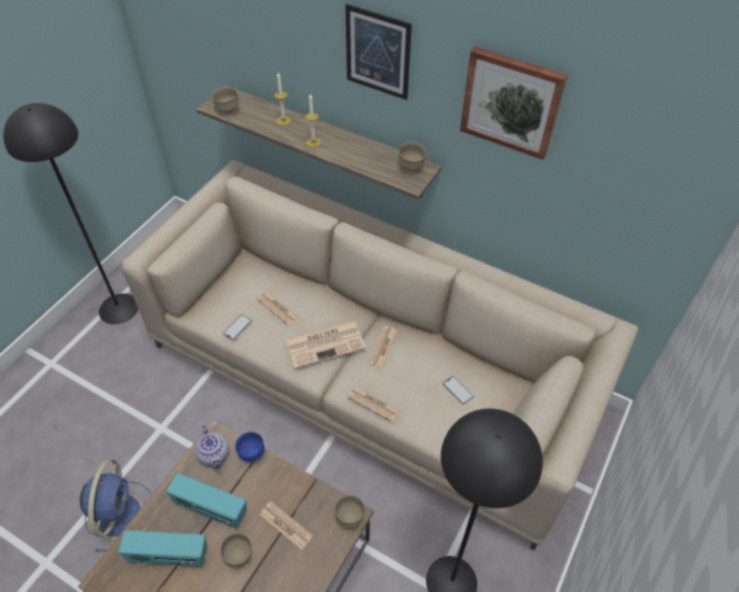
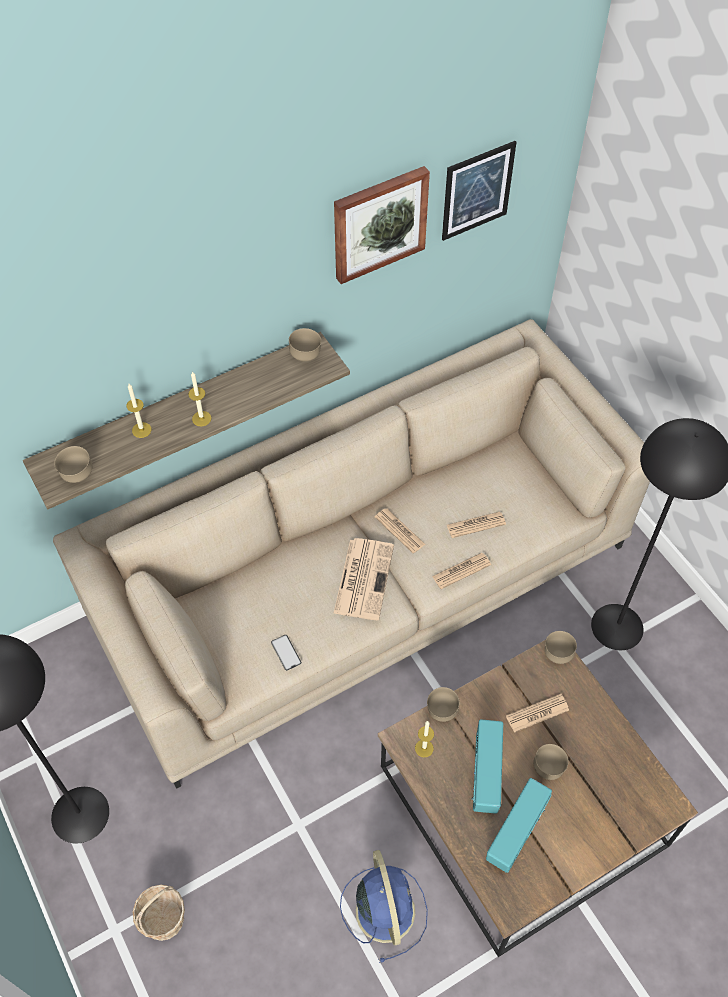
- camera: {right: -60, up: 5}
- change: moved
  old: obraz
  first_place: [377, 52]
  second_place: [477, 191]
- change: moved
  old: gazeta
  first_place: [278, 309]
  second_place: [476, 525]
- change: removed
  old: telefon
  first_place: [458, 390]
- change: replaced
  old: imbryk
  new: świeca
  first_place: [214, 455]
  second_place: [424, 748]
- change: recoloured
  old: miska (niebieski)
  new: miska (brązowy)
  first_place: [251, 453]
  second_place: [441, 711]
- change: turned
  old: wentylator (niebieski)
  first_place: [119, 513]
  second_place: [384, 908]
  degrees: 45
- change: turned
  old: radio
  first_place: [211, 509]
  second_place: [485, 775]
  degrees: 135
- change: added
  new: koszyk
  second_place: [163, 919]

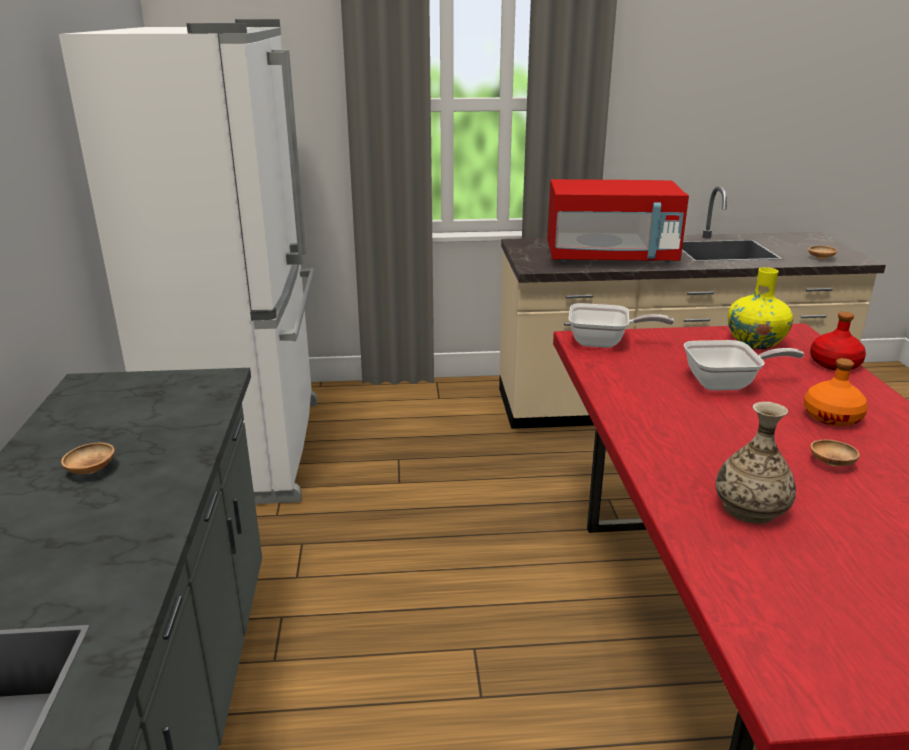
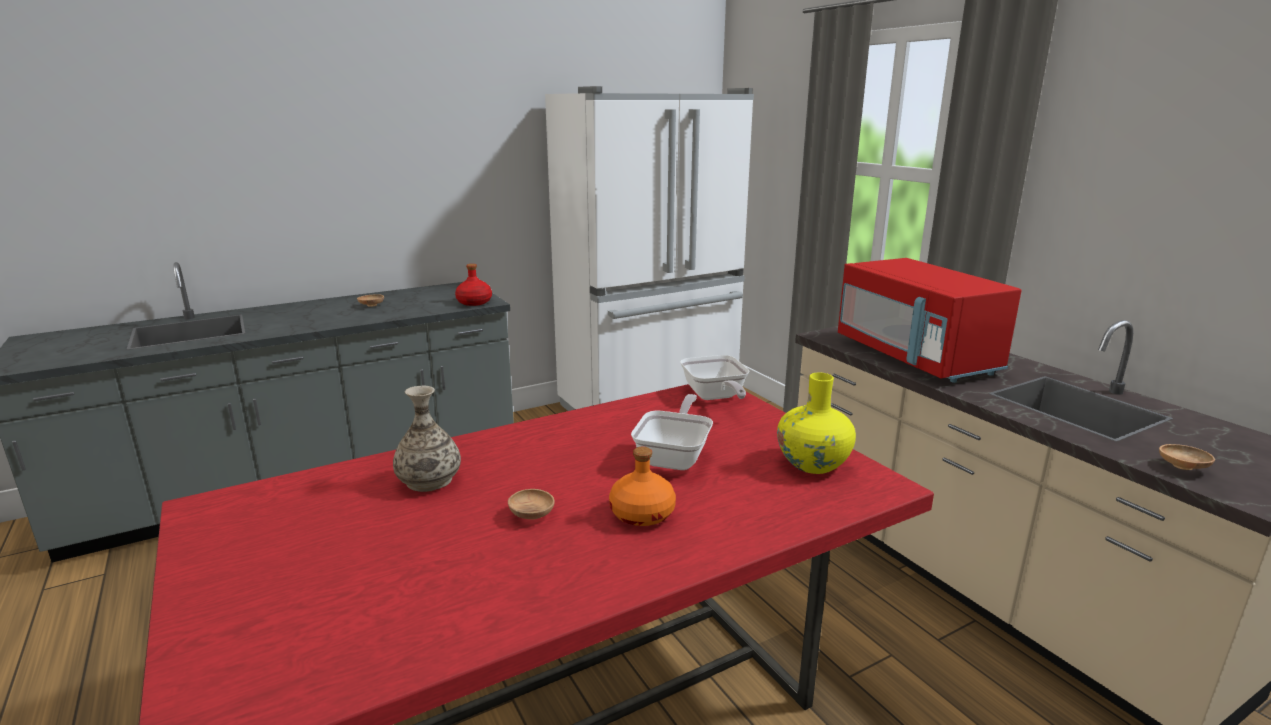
- camera: {right: 65, up: -5}
- change: moved
  old: butelka (czerwony)
  first_place: [834, 364]
  second_place: [474, 302]
- change: turned
  old: patelnia
  first_place: [727, 384]
  second_place: [675, 456]
  degrees: -135

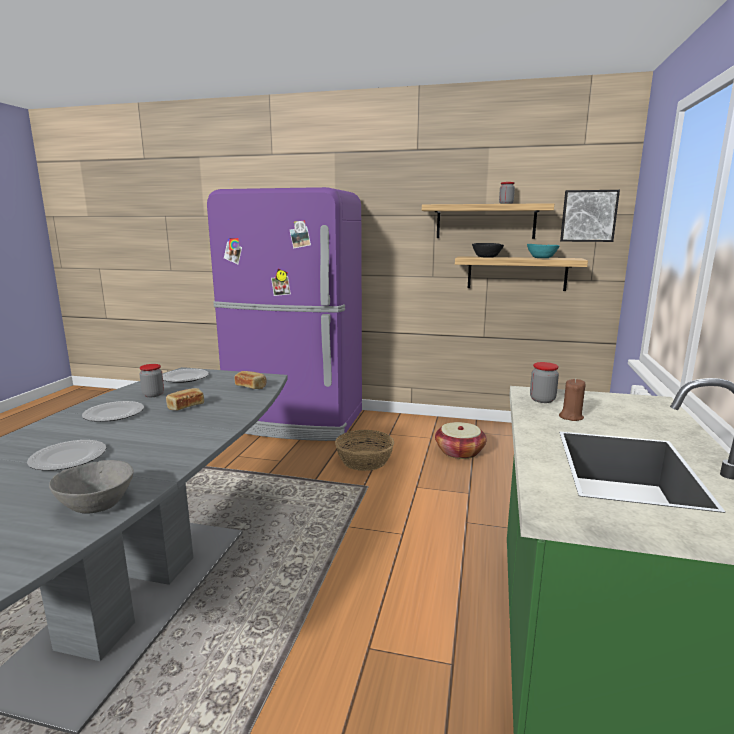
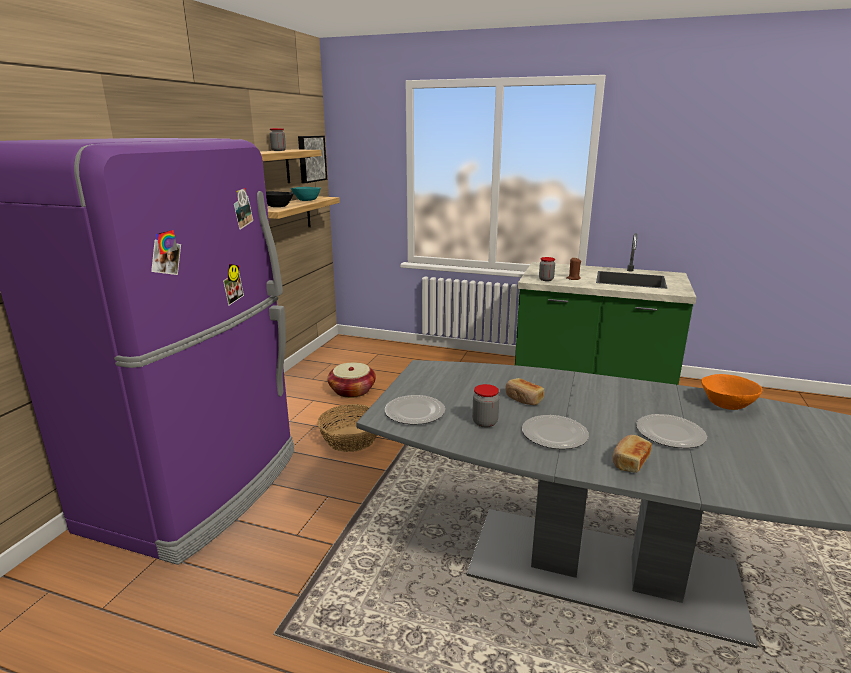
- camera: {right: -85, up: 5}
- change: moved
  old: chleb
  first_place: [251, 386]
  second_place: [629, 462]
- change: recoloured
  old: miska (szary)
  new: miska (pomarańczowy)
  first_place: [98, 504]
  second_place: [726, 404]

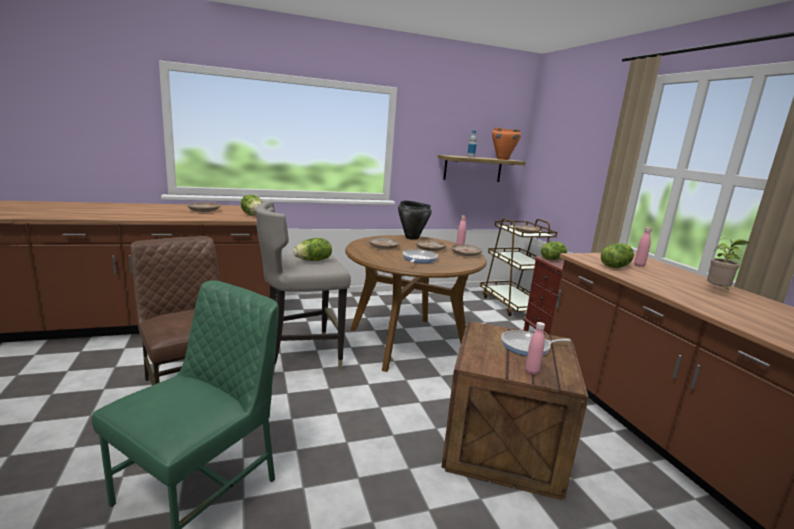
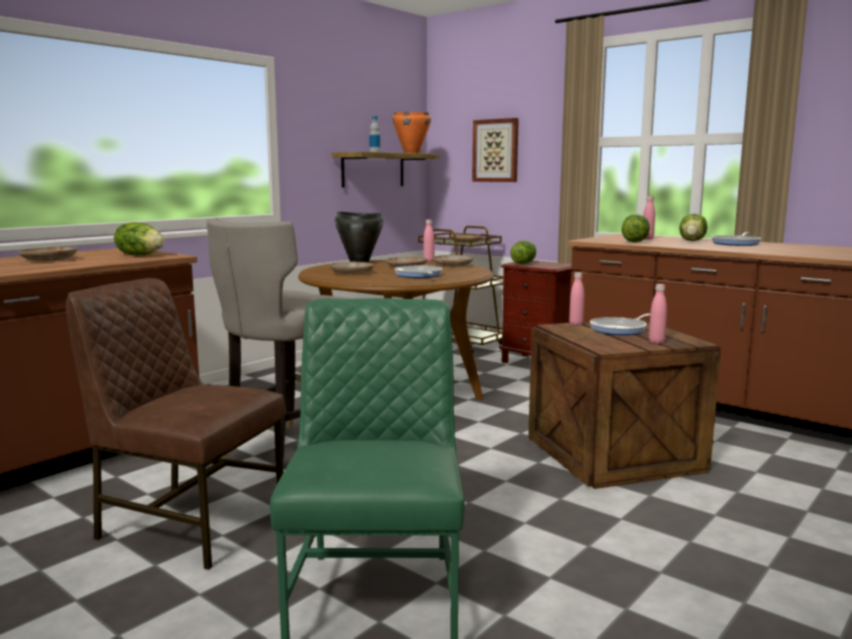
- camera: {right: -30, up: -5}
- change: moved
  old: sałata
  first_place: [313, 260]
  second_place: [692, 241]
- change: replaced
  old: roślina doniczkowa
  new: patelnia
  first_place: [718, 291]
  second_place: [736, 243]
- change: added
  new: obraz
  second_place: [496, 150]
- change: added
  new: butelka (różowy)
  second_place: [576, 324]

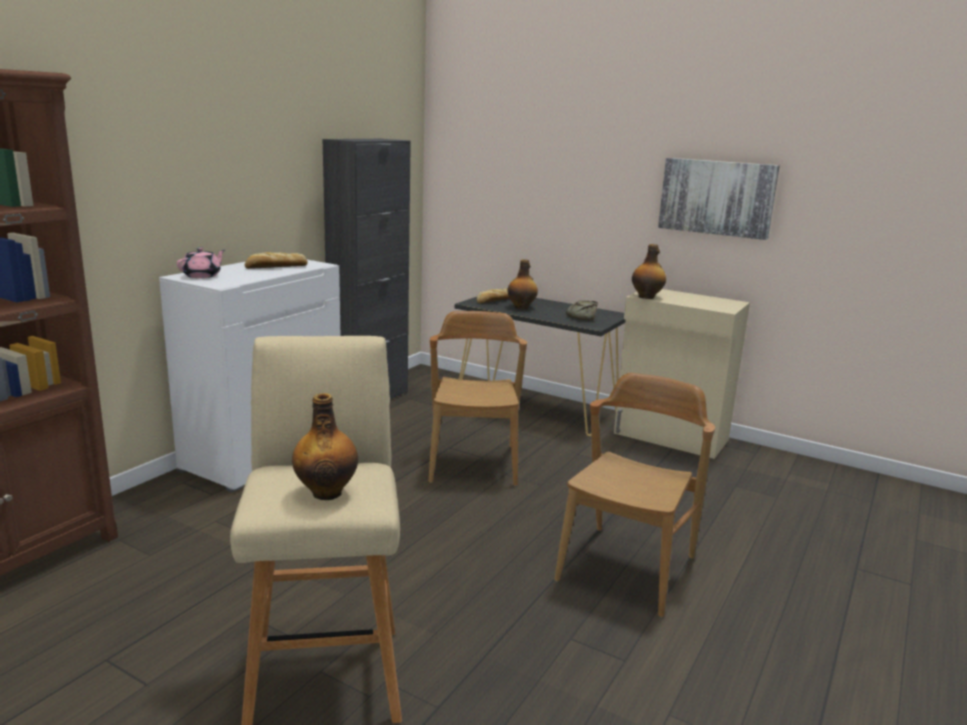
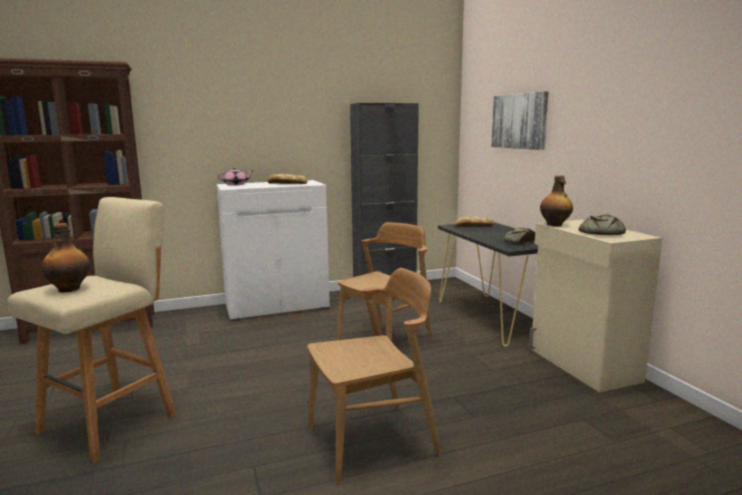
- camera: {right: 40, up: -5}
- change: moved
  old: obraz
  first_place: [717, 197]
  second_place: [519, 121]
- change: removed
  old: butelka
  first_place: [521, 307]
- change: added
  new: chleb
  second_place: [600, 233]

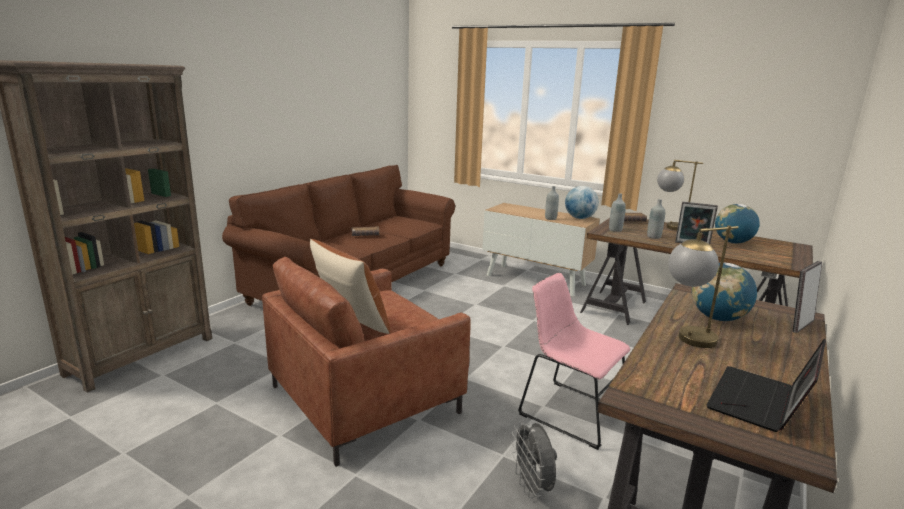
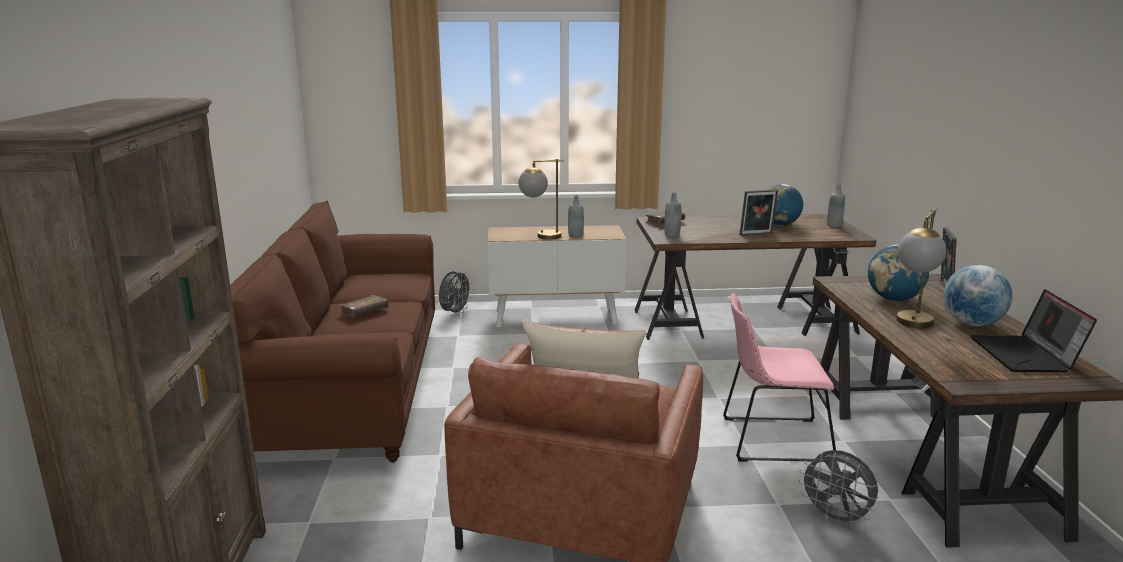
- camera: {right: -35, up: 0}
- change: moved
  old: lampa stołowa
  first_place: [669, 226]
  second_place: [540, 236]
- change: moved
  old: globus
  first_place: [579, 218]
  second_place: [972, 324]
- change: moved
  old: butelka (szary)
  first_place: [653, 237]
  second_place: [834, 225]
- change: added
  new: wentylator (szary)
  second_place: [455, 313]

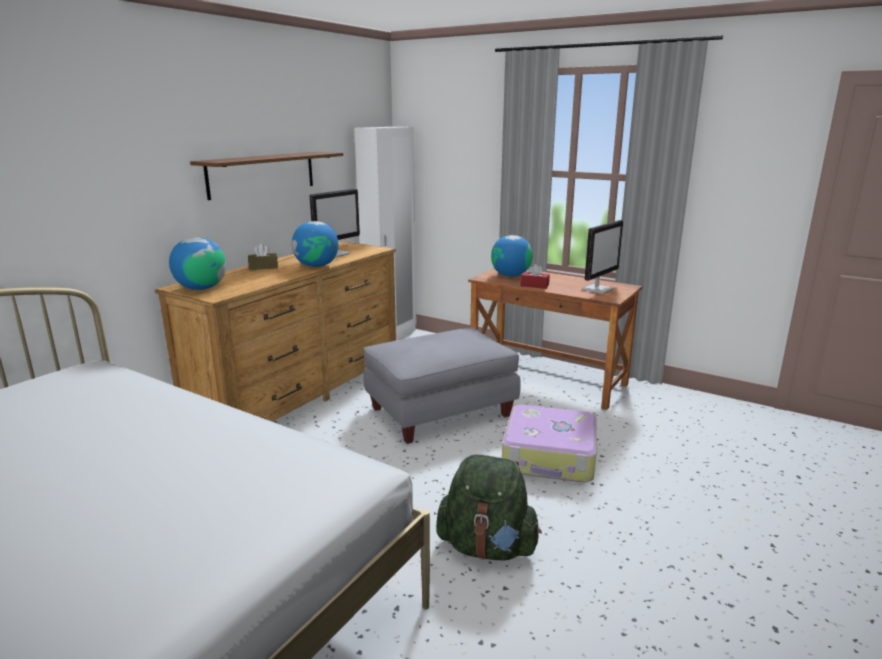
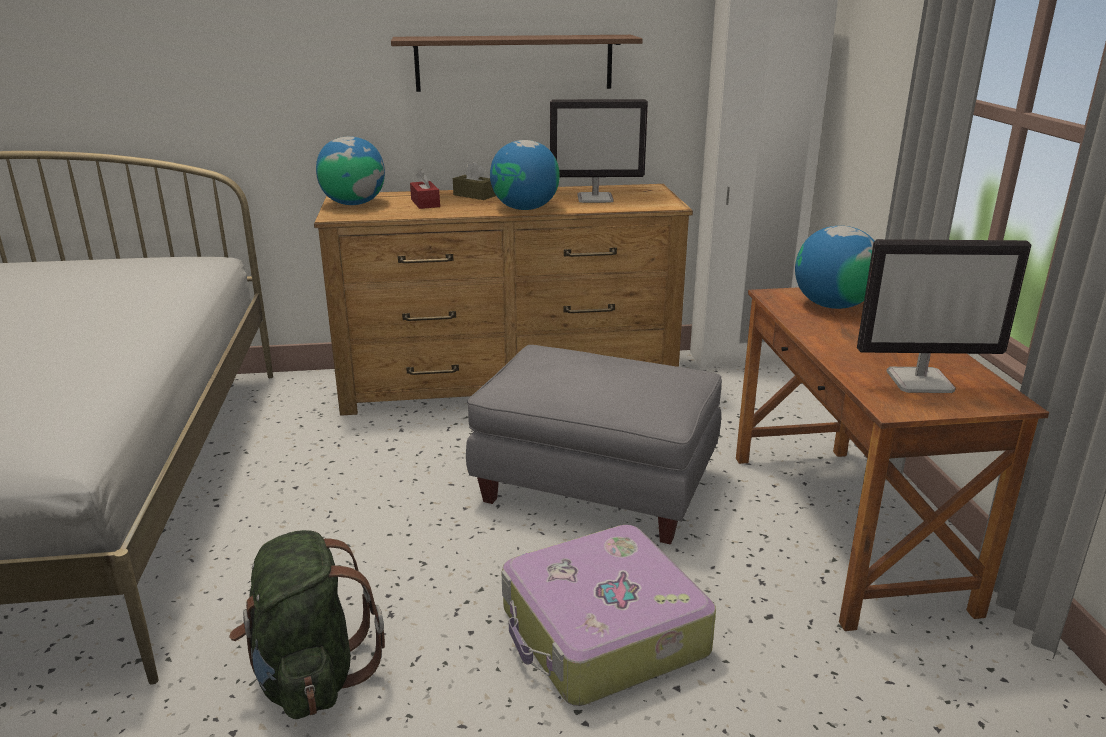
- camera: {right: 50, up: 5}
- change: moved
  old: pudełko chusteczek (czerwony)
  first_place: [534, 285]
  second_place: [425, 203]

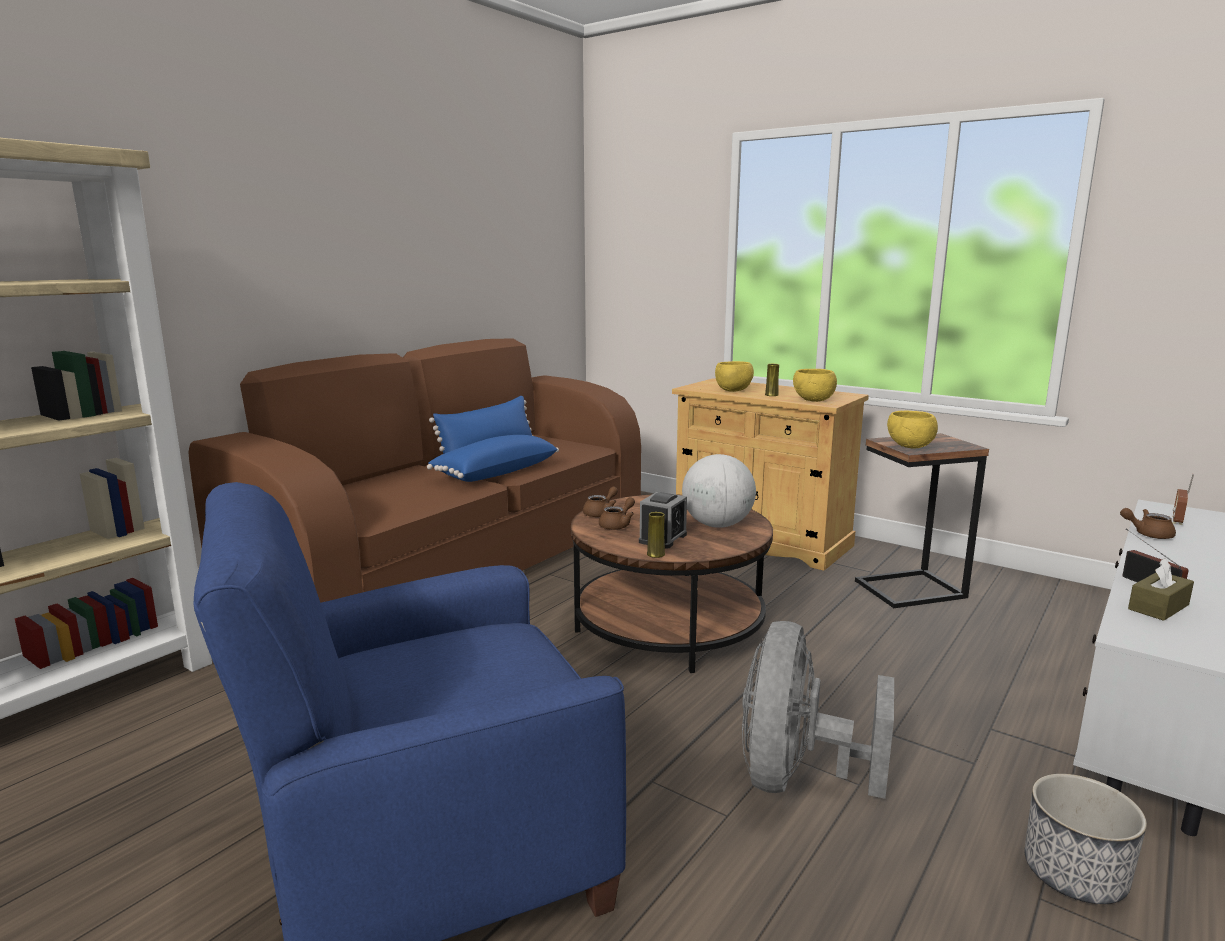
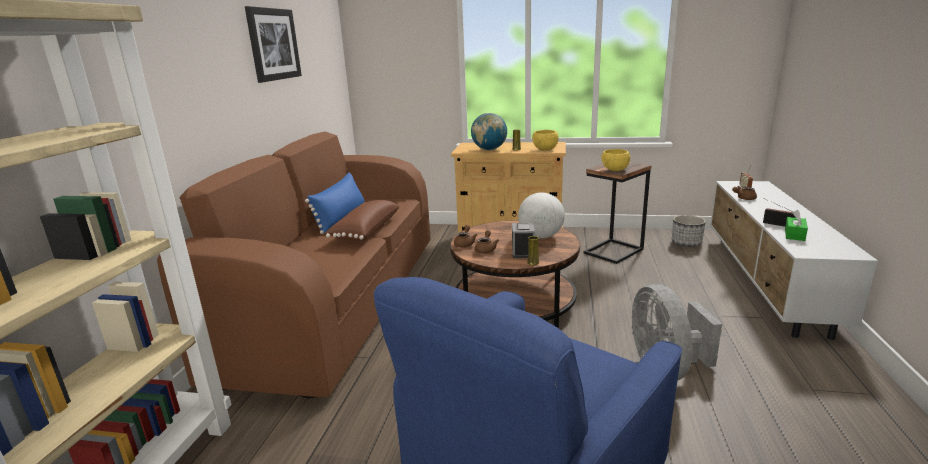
- camera: {right: -25, up: 5}
- change: replaced
  old: miska (żółty)
  new: globus
  first_place: [732, 390]
  second_place: [489, 149]
- change: recoloured
  old: poduszka (niebieski)
  new: poduszka (brązowy)
  first_place: [494, 473]
  second_place: [365, 231]
- change: recoloured
  old: pudełko chusteczek (brązowy)
  new: pudełko chusteczek (zielony)
  first_place: [1158, 607]
  second_place: [794, 234]
- change: moved
  old: donica
  first_place: [1075, 874]
  second_place: [686, 243]
- change: added
  new: obraz
  second_place: [273, 44]

